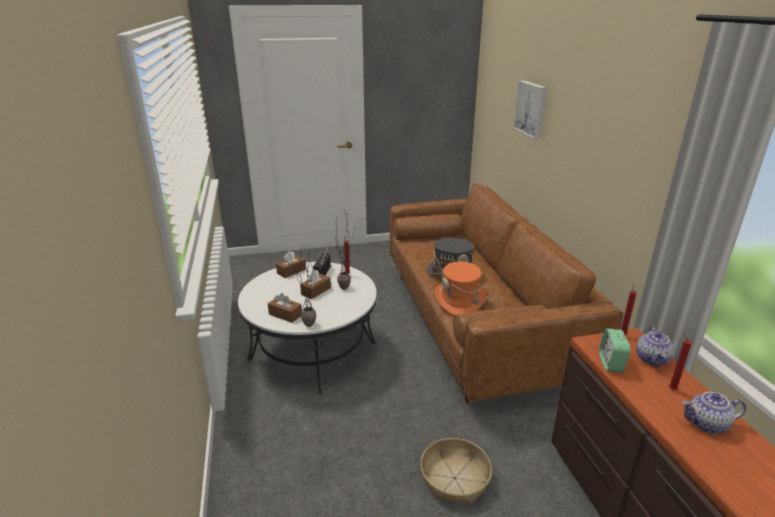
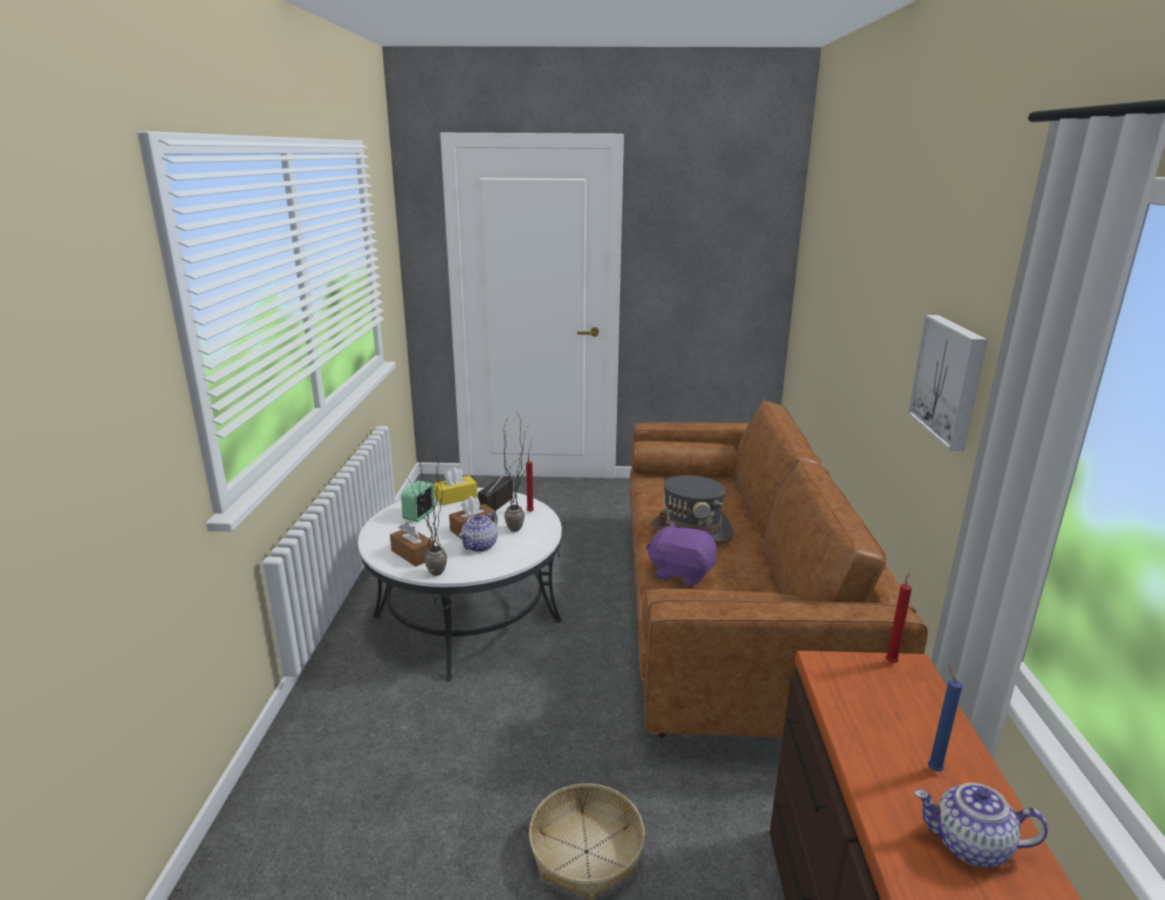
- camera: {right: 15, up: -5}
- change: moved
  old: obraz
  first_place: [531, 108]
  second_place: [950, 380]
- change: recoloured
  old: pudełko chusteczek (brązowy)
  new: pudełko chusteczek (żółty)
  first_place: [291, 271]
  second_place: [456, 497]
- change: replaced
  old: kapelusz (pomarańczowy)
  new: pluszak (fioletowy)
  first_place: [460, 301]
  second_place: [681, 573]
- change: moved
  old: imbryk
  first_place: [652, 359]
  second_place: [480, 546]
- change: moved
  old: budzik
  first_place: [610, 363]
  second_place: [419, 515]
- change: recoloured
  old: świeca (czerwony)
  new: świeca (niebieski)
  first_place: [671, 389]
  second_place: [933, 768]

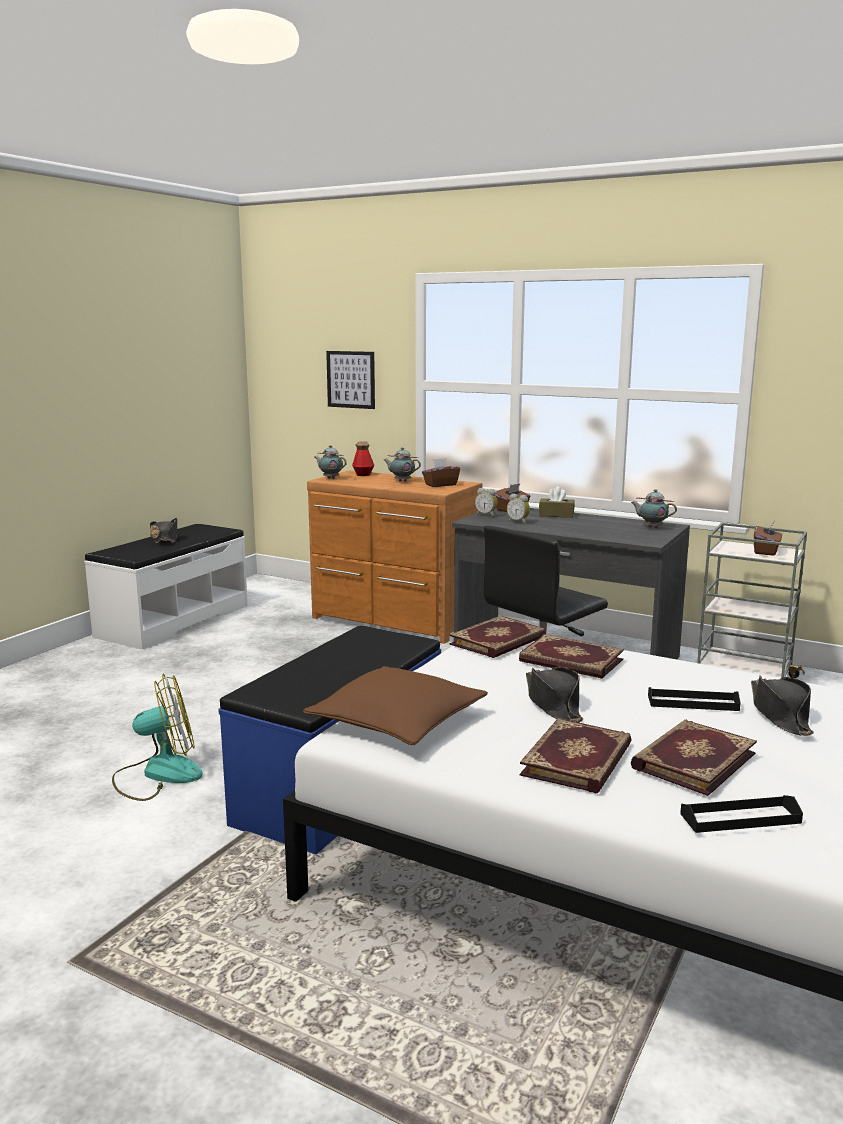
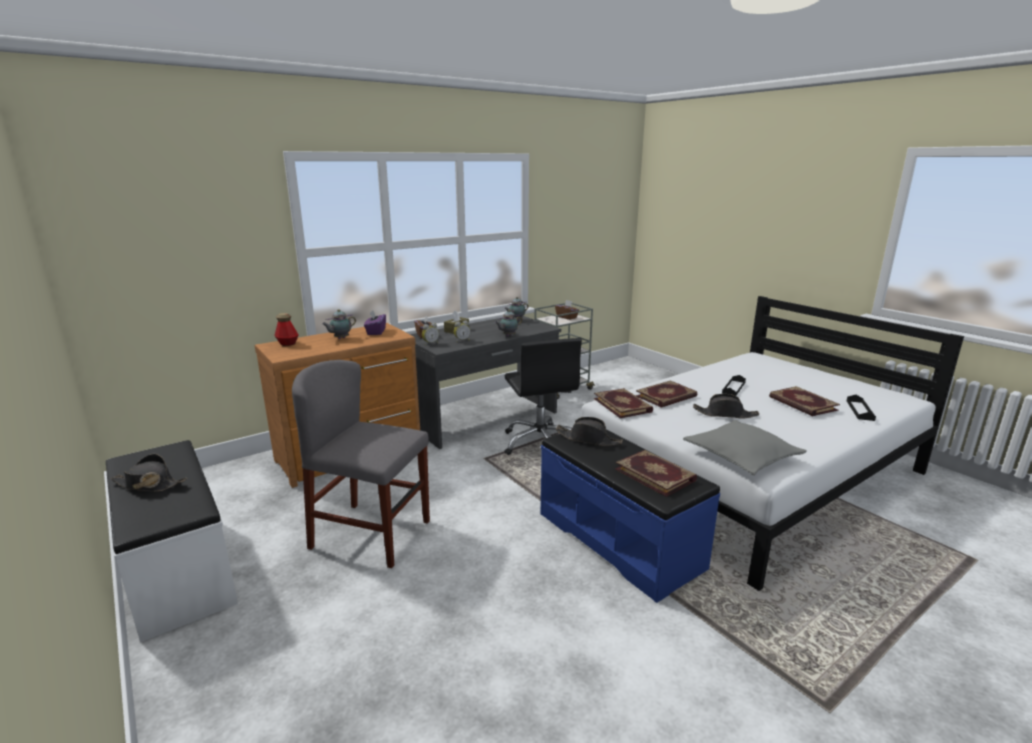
- camera: {right: -65, up: 5}
- change: removed
  old: obraz
  first_place: [351, 379]
- change: moved
  old: imbryk
  first_place: [330, 478]
  second_place: [508, 335]
- change: recoloured
  old: pudełko chusteczek (brązowy)
  new: pudełko chusteczek (fioletowy)
  first_place: [440, 485]
  second_place: [376, 332]
- change: recoloured
  old: poduszka (brązowy)
  new: poduszka (szary)
  first_place: [397, 722]
  second_place: [741, 456]
- change: removed
  old: wentylator
  first_place: [158, 774]
- change: moved
  old: kapelusz (czarny)
  first_place: [780, 714]
  second_place: [588, 439]
- change: moved
  old: książka
  first_place: [578, 760]
  second_place: [655, 474]
- change: added
  new: krzesło (szary)
  second_place: [371, 534]

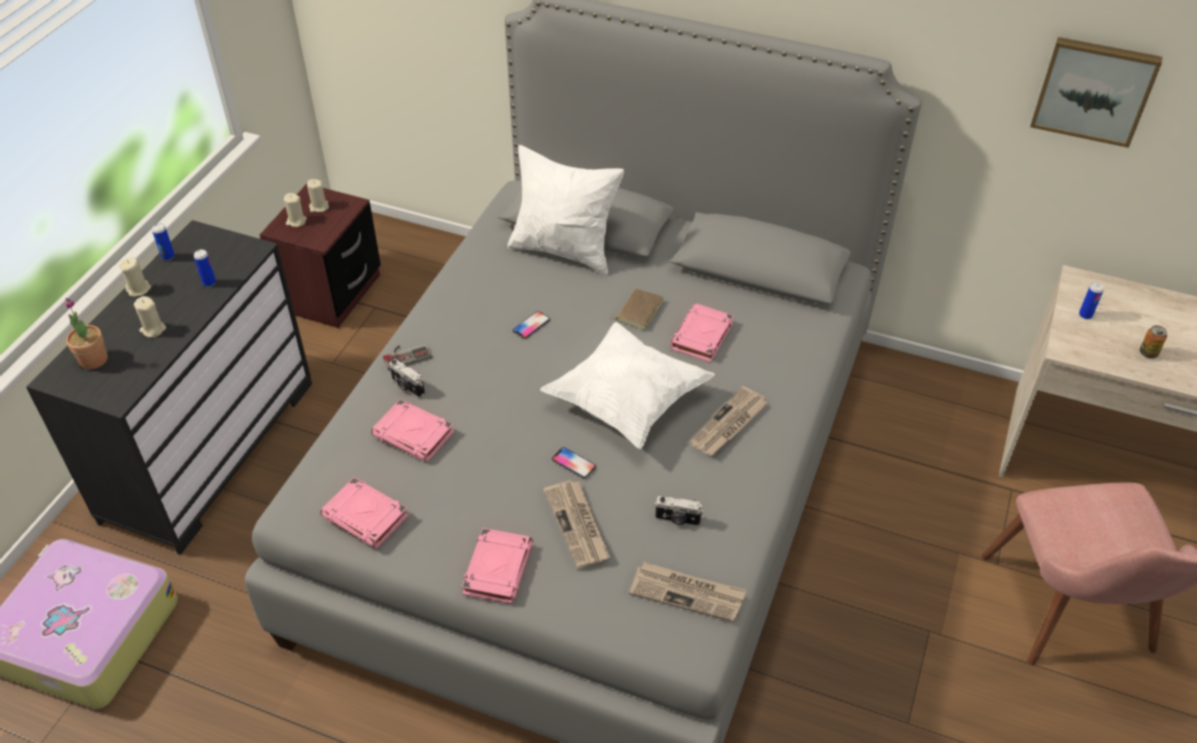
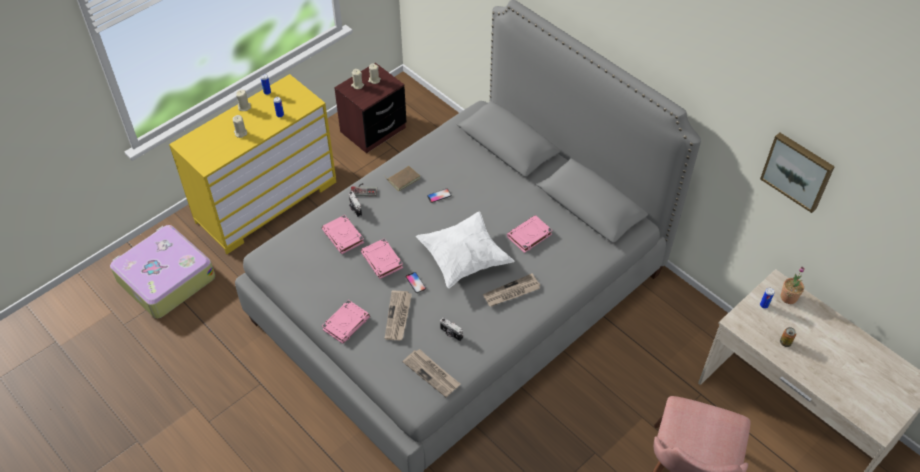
- camera: {right: 25, up: 5}
- change: removed
  old: poduszka (biały)
  first_place: [564, 250]
- change: recoloured
  old: komoda (czarny)
  new: komoda (żółty)
  first_place: [209, 449]
  second_place: [266, 201]
- change: moved
  old: książka (brązowy)
  first_place: [638, 310]
  second_place: [403, 179]
- change: moved
  old: roślina doniczkowa
  first_place: [93, 360]
  second_place: [788, 297]
- change: moved
  old: książka (różowy)
  first_place: [366, 517]
  second_place: [382, 261]

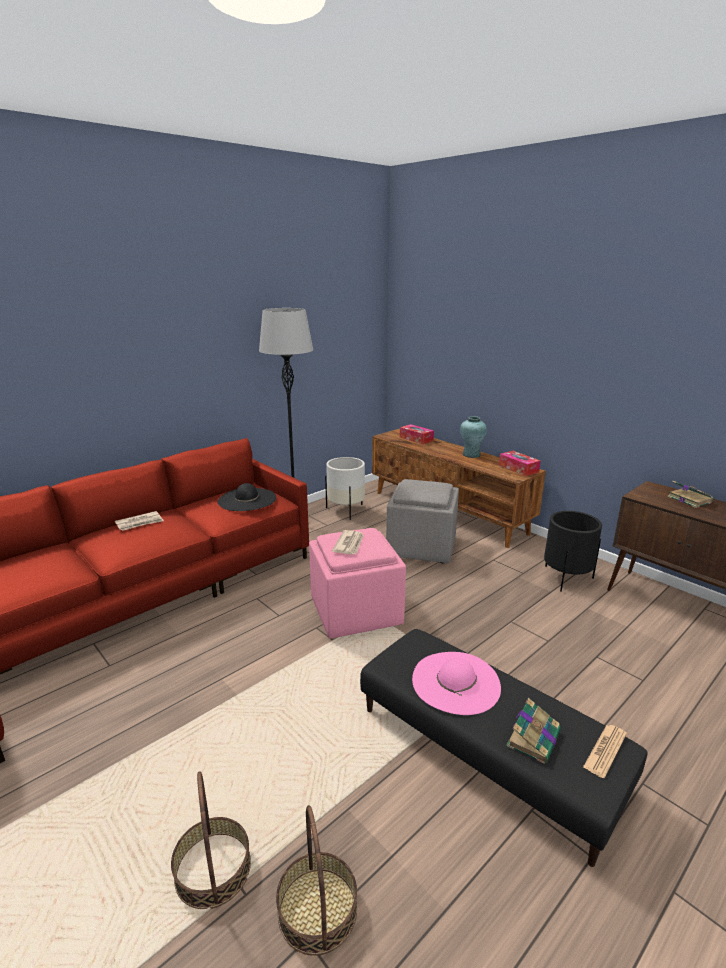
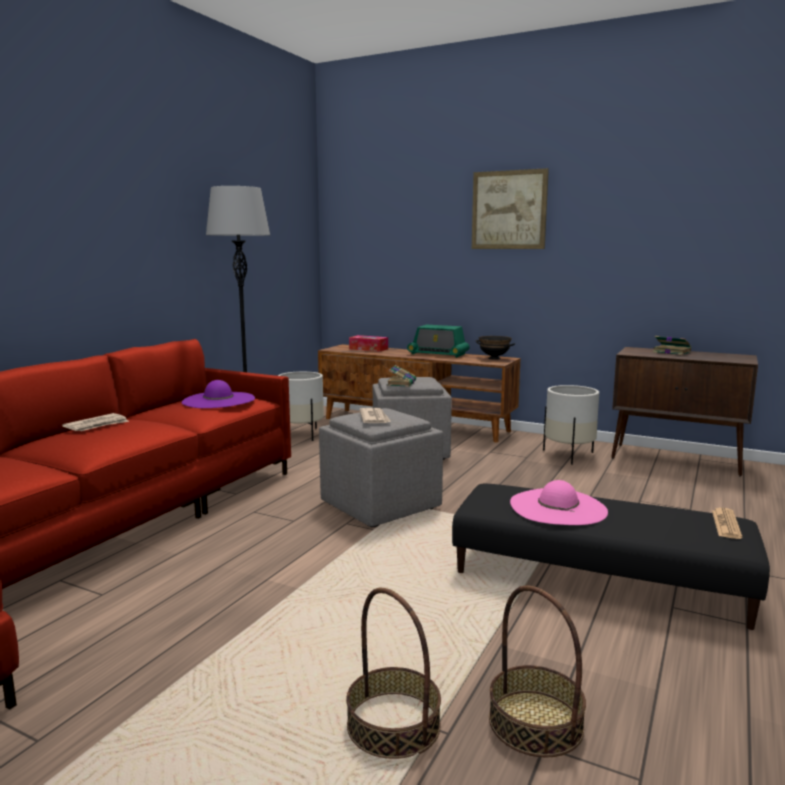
- camera: {right: -20, up: -10}
- change: replaced
  old: wazon (turkusowy)
  new: radio
  first_place: [471, 454]
  second_place: [438, 354]
- change: replaced
  old: pudełko chusteczek
  new: miska (czarny)
  first_place: [518, 468]
  second_place: [494, 358]
- change: recoloured
  old: kapelusz (czarny)
  new: kapelusz (fioletowy)
  first_place: [247, 499]
  second_place: [218, 400]
- change: recoloured
  old: donica (czarny)
  new: donica (biały)
  first_place: [566, 578]
  second_place: [569, 455]
- change: recoloured
  old: pufa (różowy)
  new: pufa (szary)
  first_place: [356, 611]
  second_place: [380, 505]
- change: moved
  old: książka
  first_place: [534, 738]
  second_place: [401, 383]
- change: added
  new: obraz
  second_place: [509, 210]

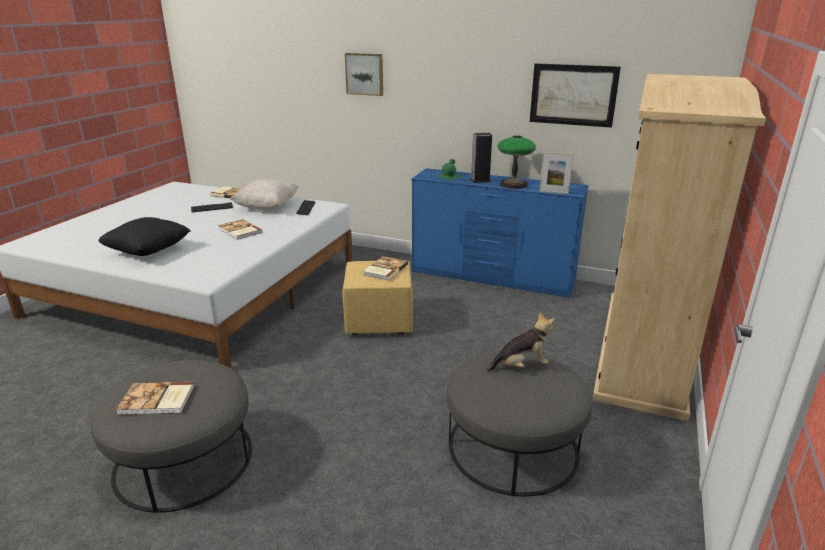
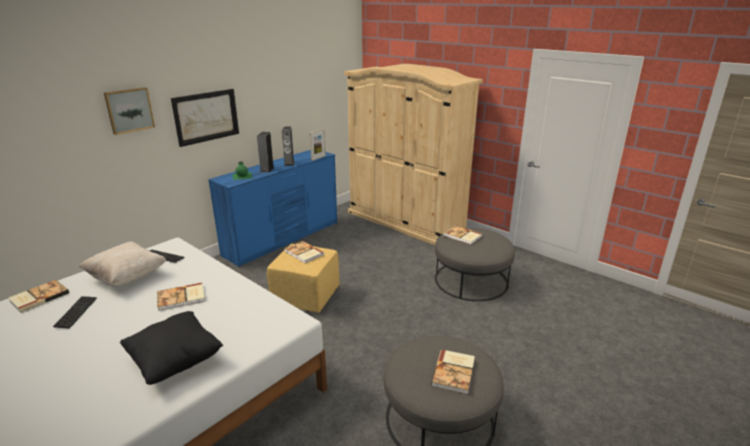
- camera: {right: -70, up: 0}
- change: moved
  old: obraz
  first_place: [573, 95]
  second_place: [206, 116]
- change: replaced
  old: lampa stołowa
  new: głośnik
  first_place: [514, 184]
  second_place: [289, 163]
- change: replaced
  old: pluszak
  new: książka
  first_place: [521, 366]
  second_place: [462, 236]

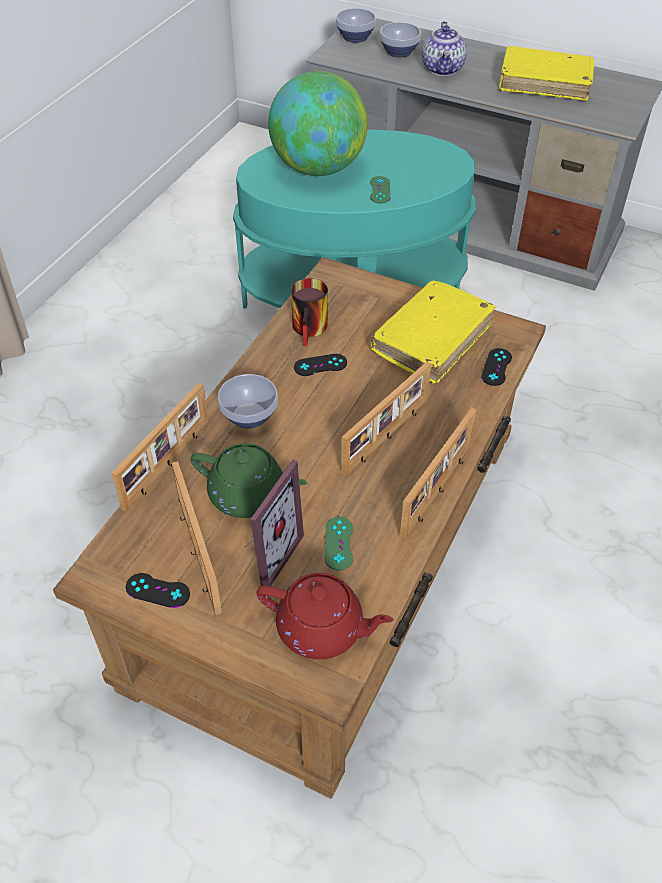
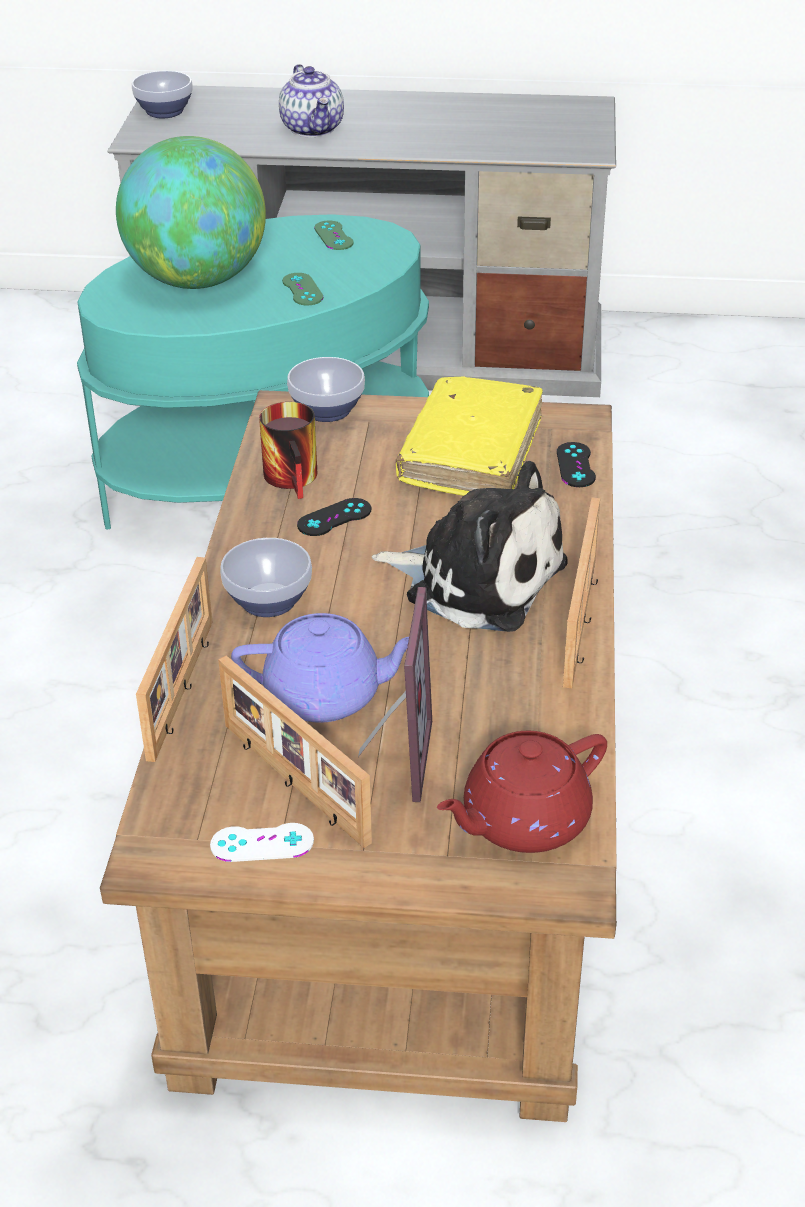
- camera: {right: -20, up: -10}
- change: moved
  old: miska
  first_place: [400, 52]
  second_place: [329, 410]
- change: removed
  old: książka (żółty)
  first_place: [544, 83]
- change: replaced
  old: ramka na zdjęcie
  new: pluszak
  first_place: [387, 437]
  second_place: [477, 578]
- change: recoloured
  old: imbryk (zielony)
  new: imbryk (fioletowy)
  first_place: [249, 496]
  second_place: [326, 695]
- change: moved
  old: pad do gier (zielony)
  first_place: [339, 543]
  second_place: [333, 236]
- change: recoloured
  old: pad do gier (czarny)
  new: pad do gier (biały)
  first_place: [157, 590]
  second_place: [262, 843]
- change: turned
  old: imbryk (czerwony)
  first_place: [322, 629]
  second_place: [523, 821]
  degrees: 150

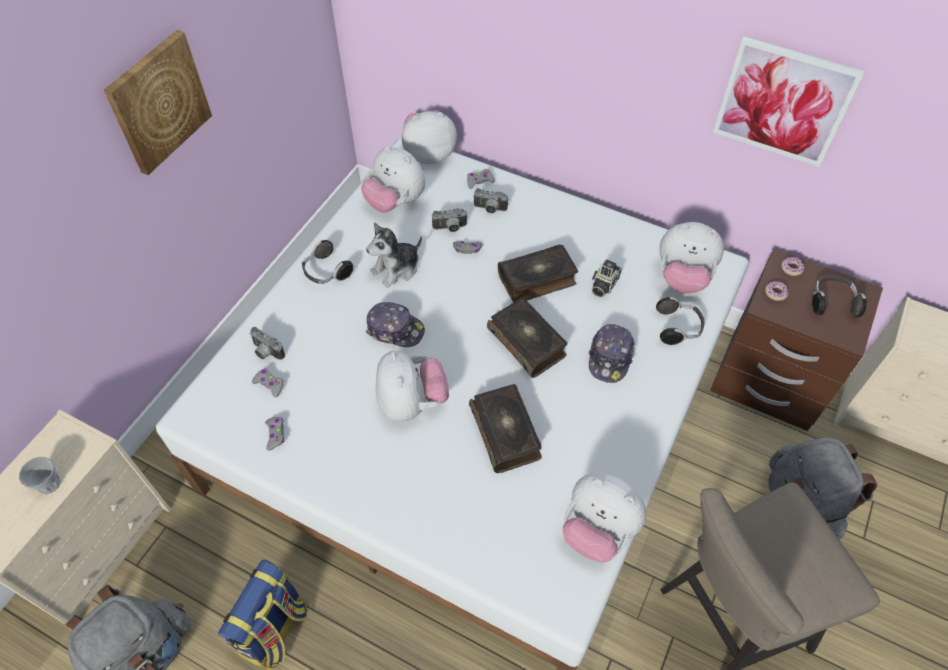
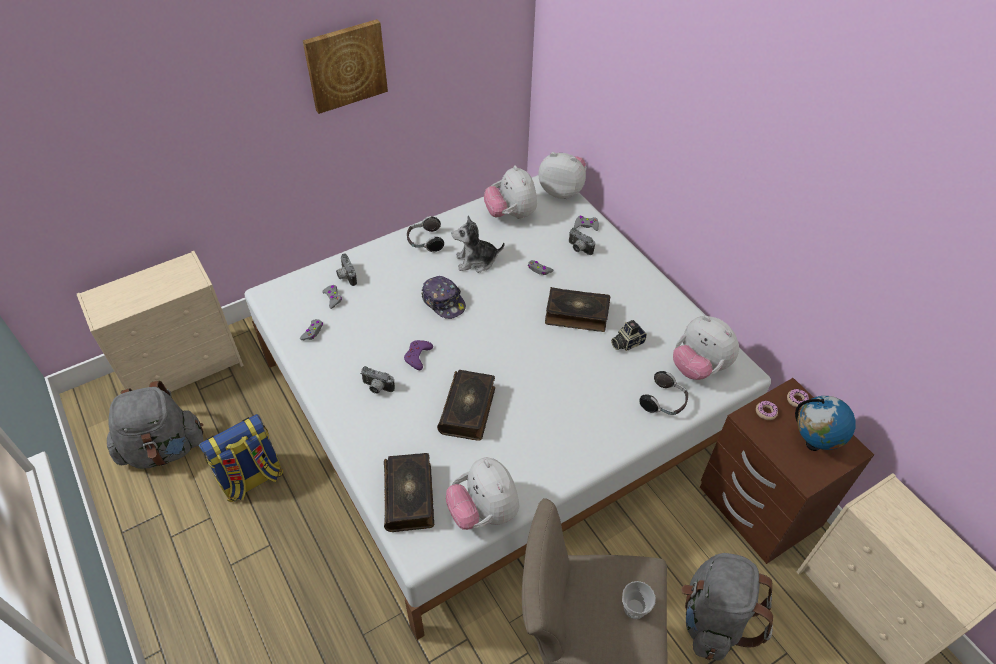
- camera: {right: 30, up: -5}
- change: removed
  old: obraz
  first_place: [783, 102]
- change: moved
  old: aparat fotograficzny
  first_place: [450, 228]
  second_place: [376, 388]
- change: replaced
  old: słuchawki
  new: globus
  first_place: [832, 303]
  second_place: [813, 444]
- change: moved
  old: książka
  first_place: [527, 343]
  second_place: [410, 496]
- change: removed
  old: czapka z daszkiem
  first_place: [610, 358]
- change: replaced
  old: pluszak
  new: pad do gier (fioletowy)
  first_place: [412, 403]
  second_place: [418, 356]
- change: moved
  old: filiżanka
  first_place: [49, 484]
  second_place: [634, 608]

